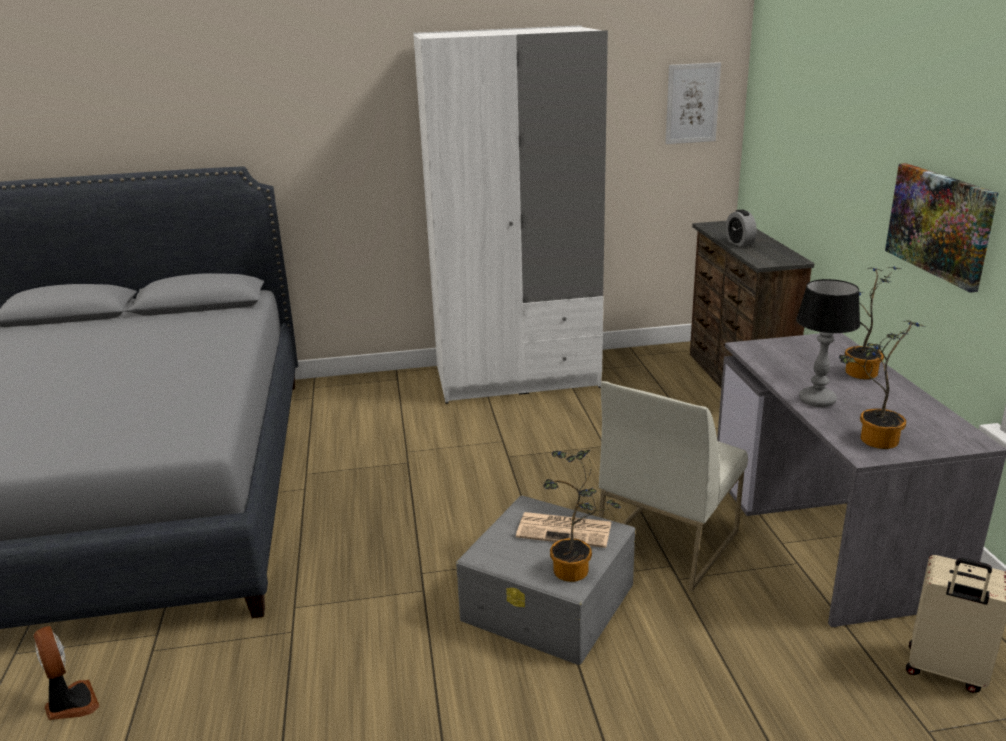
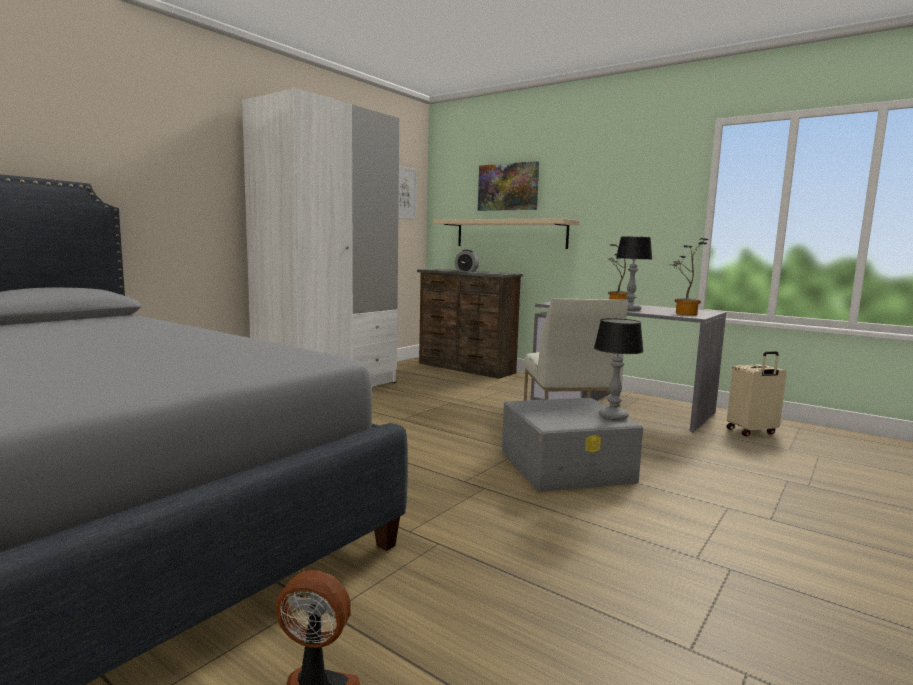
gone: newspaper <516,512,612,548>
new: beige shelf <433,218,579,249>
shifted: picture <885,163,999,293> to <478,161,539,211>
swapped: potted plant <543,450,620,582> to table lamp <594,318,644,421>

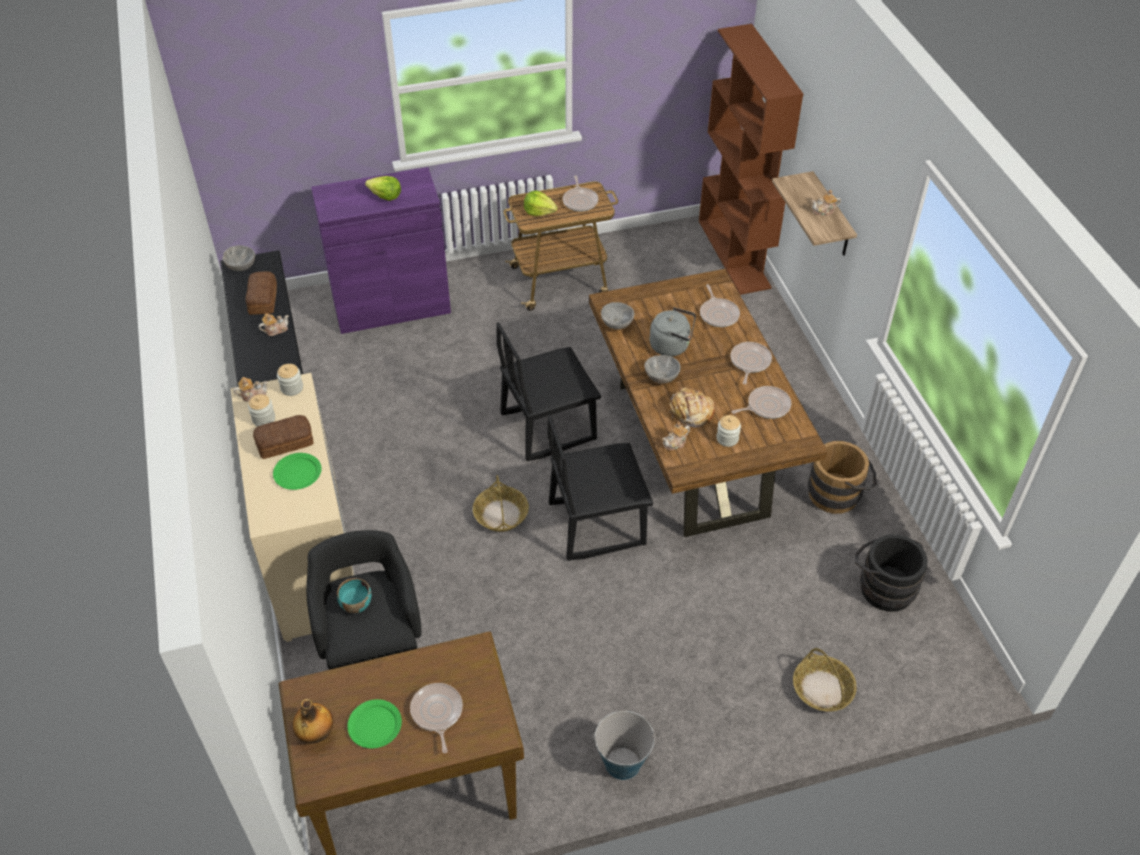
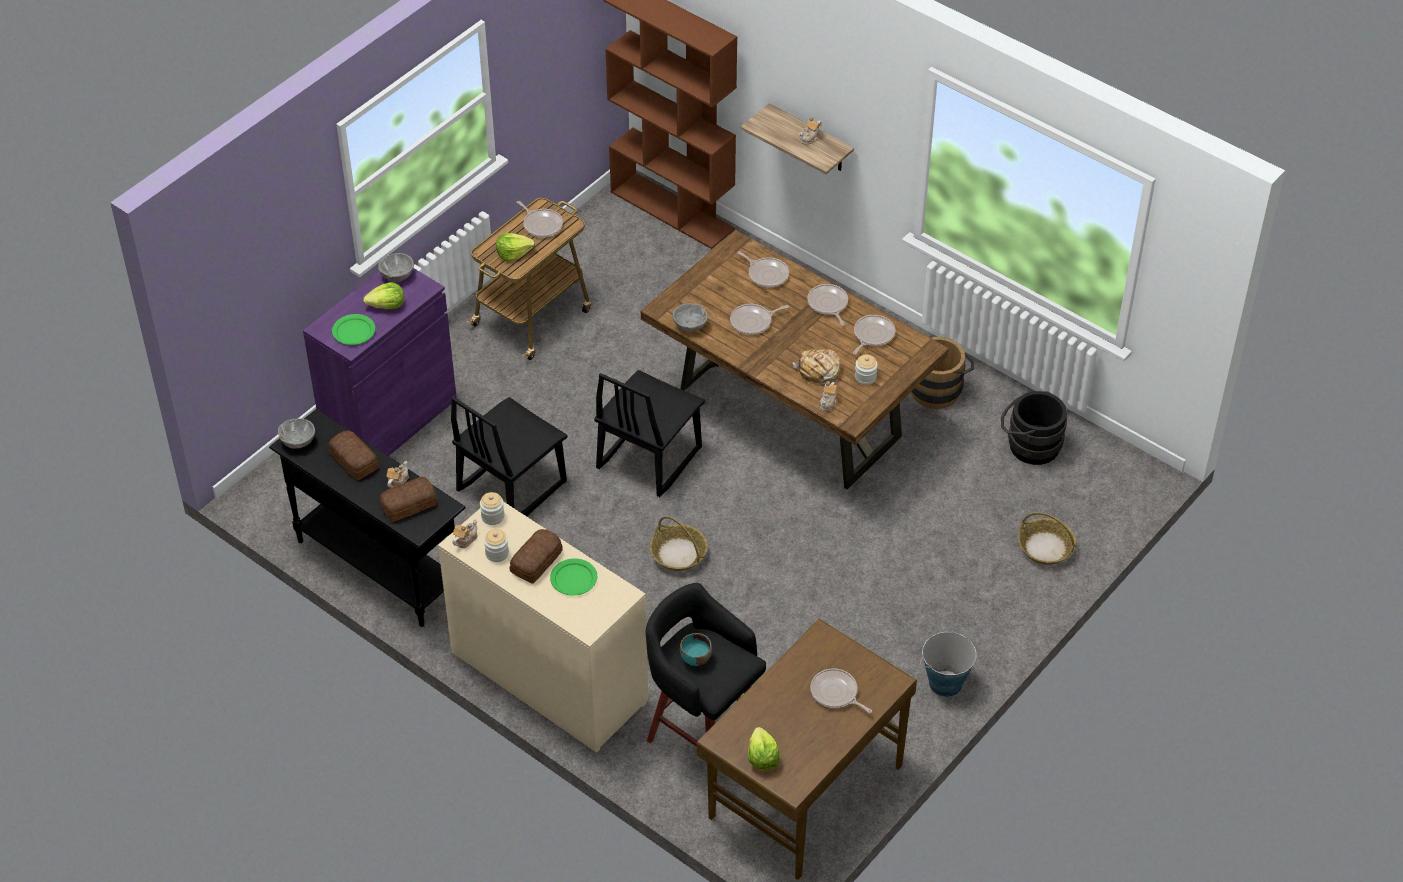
new: bread <380,477,437,522>
shifted: grey bowl <644,355,681,384> to <378,253,414,282>; black chair <547,414,653,561> to <451,397,567,516>; green plate <347,699,402,748> to <332,314,375,345>
swapped: grey kettle <650,307,696,356> to frying pan <730,304,789,335>; bottle <293,699,333,744> to lettuce <748,727,780,770>

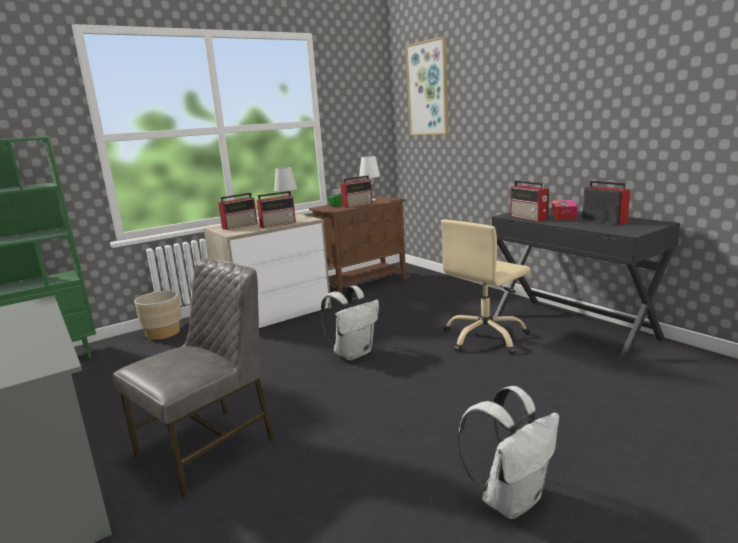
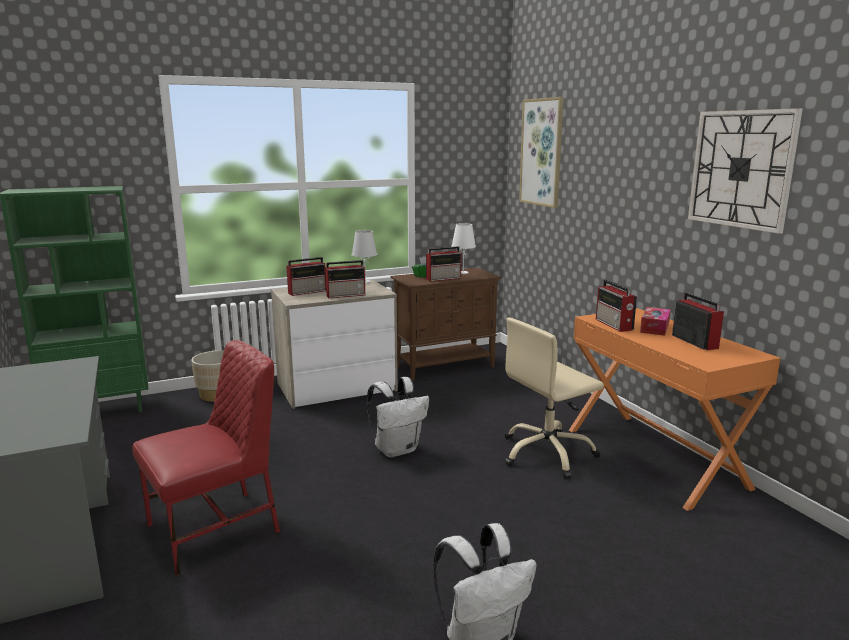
new: wall clock <688,108,803,234>
repainted: black desk <492,208,680,363> to orange desk <569,308,781,511>; grey chair <113,258,275,498> to red chair <132,340,280,576>

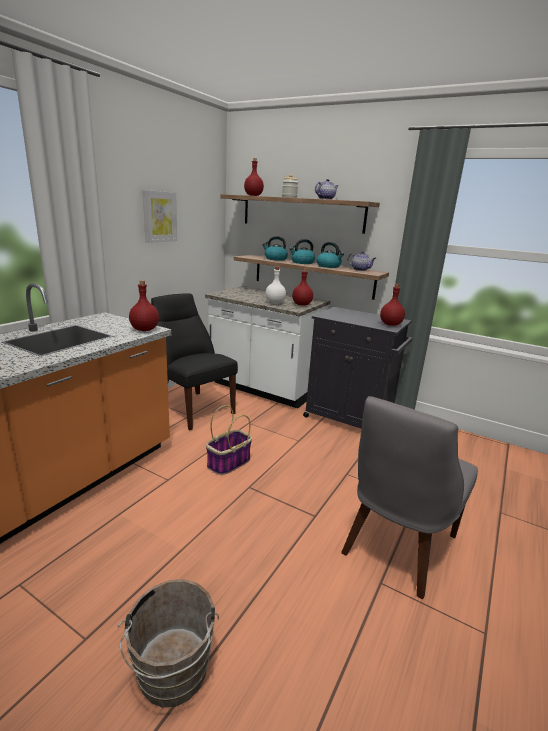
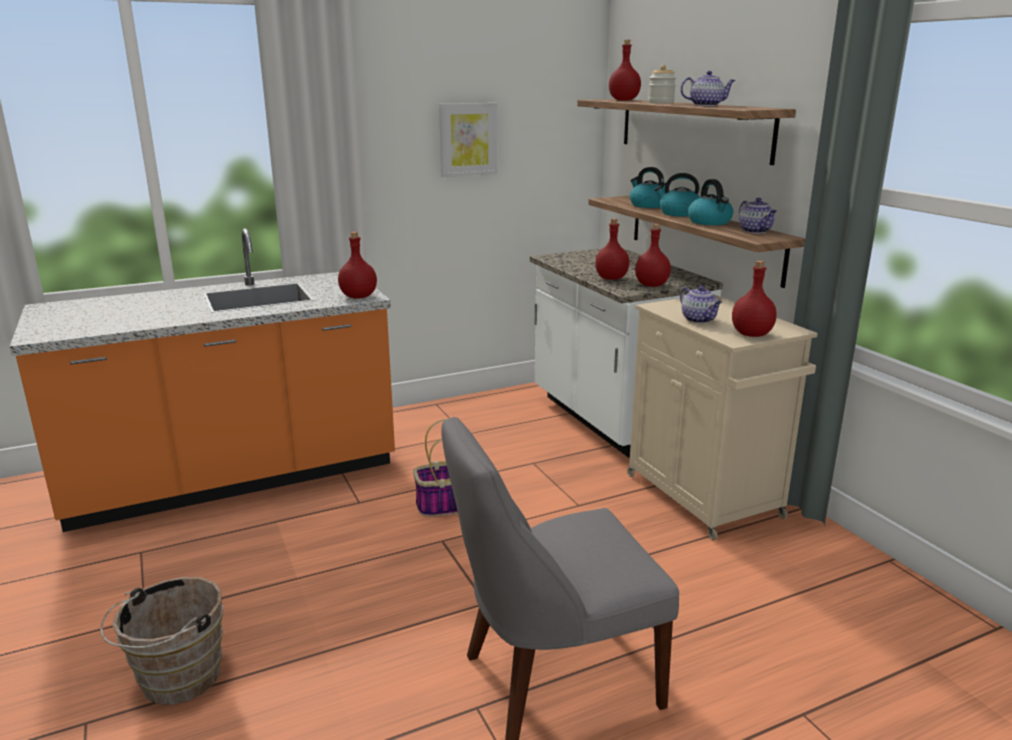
gone: black chair <151,293,238,430>
new: teapot <680,286,722,323>
repainted: white bottle <265,267,286,304> to red bottle <595,219,629,280>; black cabinet <303,307,412,429> to beige cabinet <627,294,818,540>

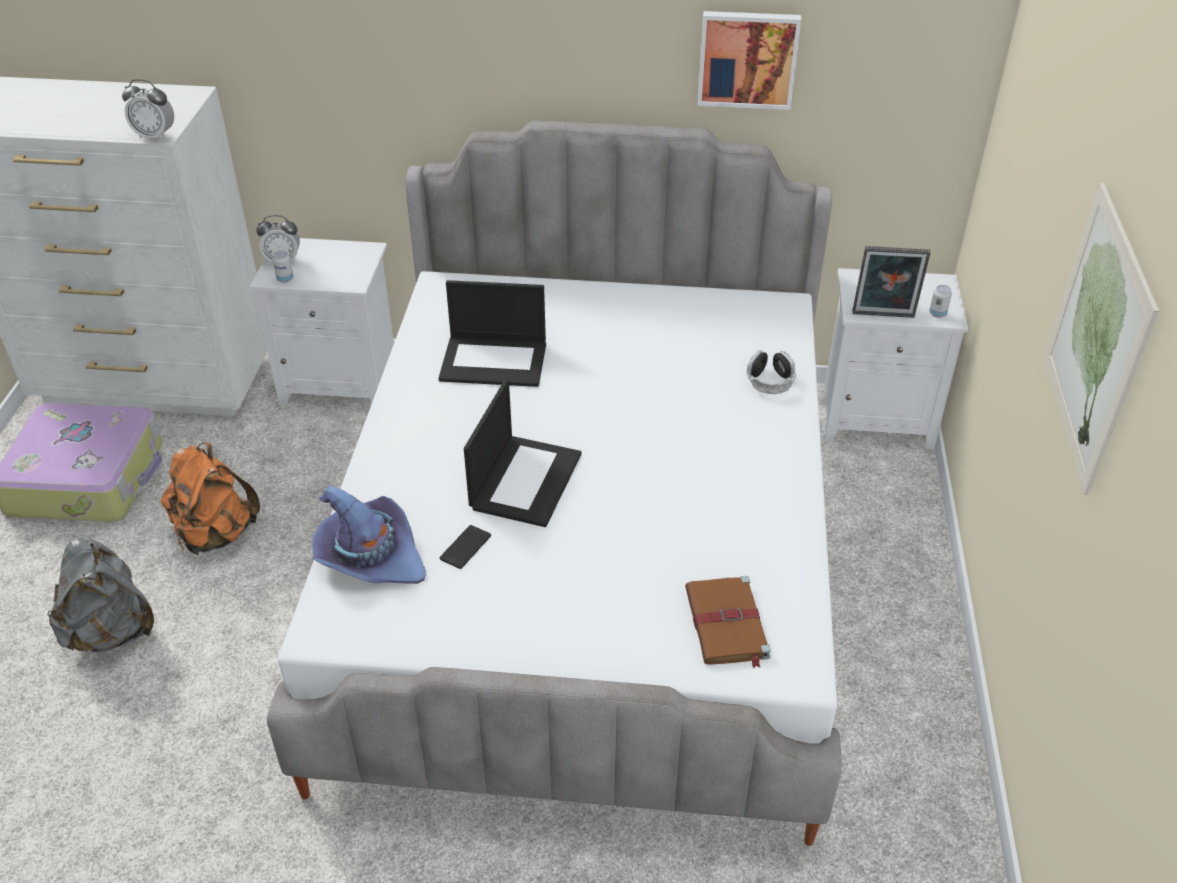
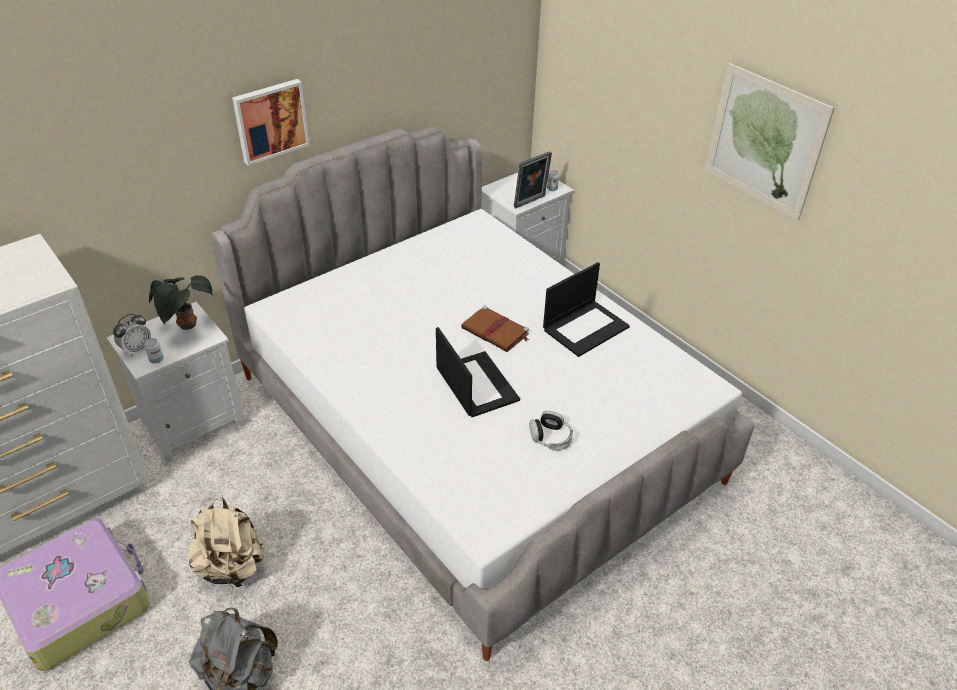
gone: alarm clock <122,79,174,141>; purple hat <312,486,426,584>; phone <440,525,491,569>
new: potted plant <149,275,213,330>
shifted: picture <697,11,801,110> to <232,79,310,166>; laptop <438,280,546,387> to <543,262,630,357>; headphones <747,350,796,394> to <529,411,573,451>; brown book <685,576,771,669> to <461,306,529,352>
repainted: orange backpack <161,442,260,555> to beige backpack <189,497,264,589>

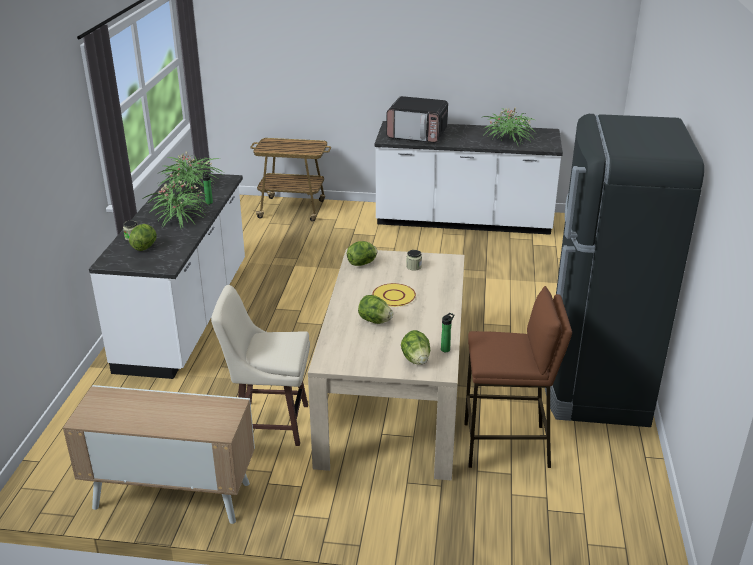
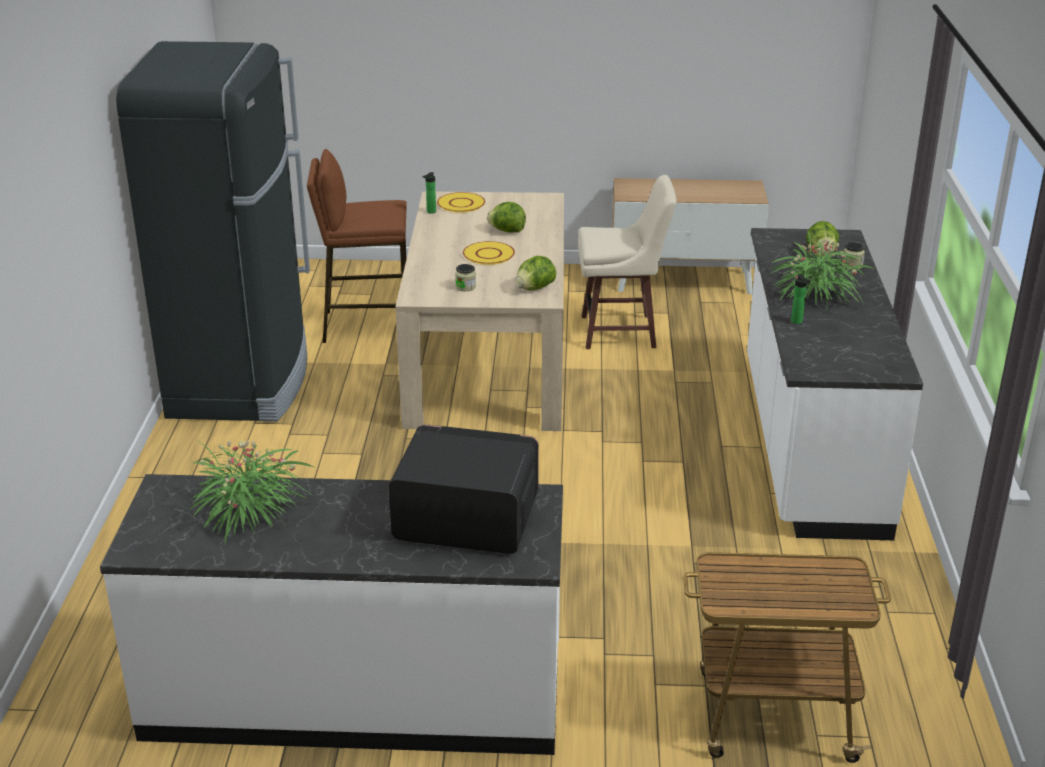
gone: potted plant <157,152,225,193>
swapped: lettuce <401,330,430,365> to yellow plate <437,192,485,213>

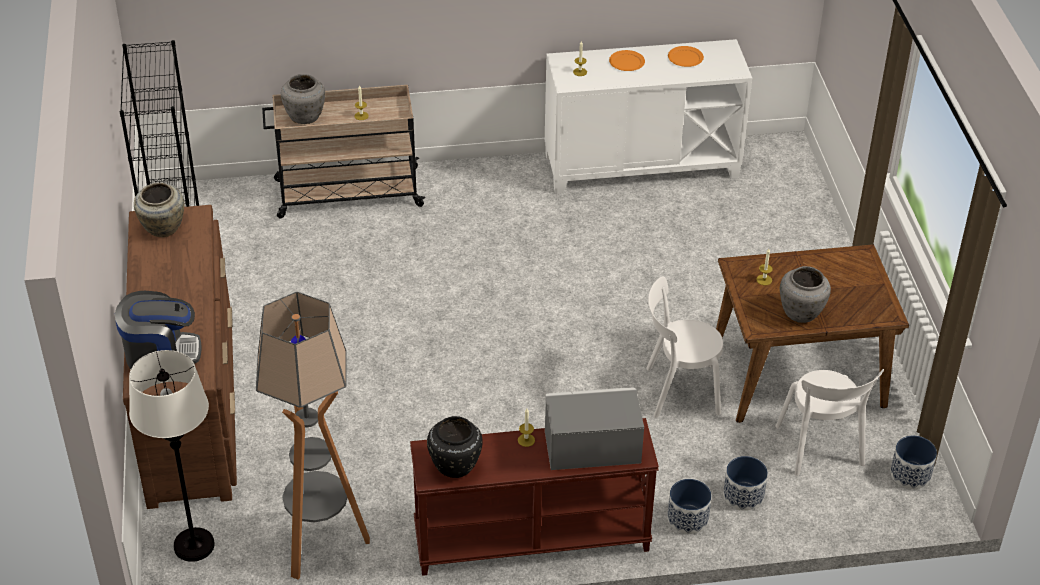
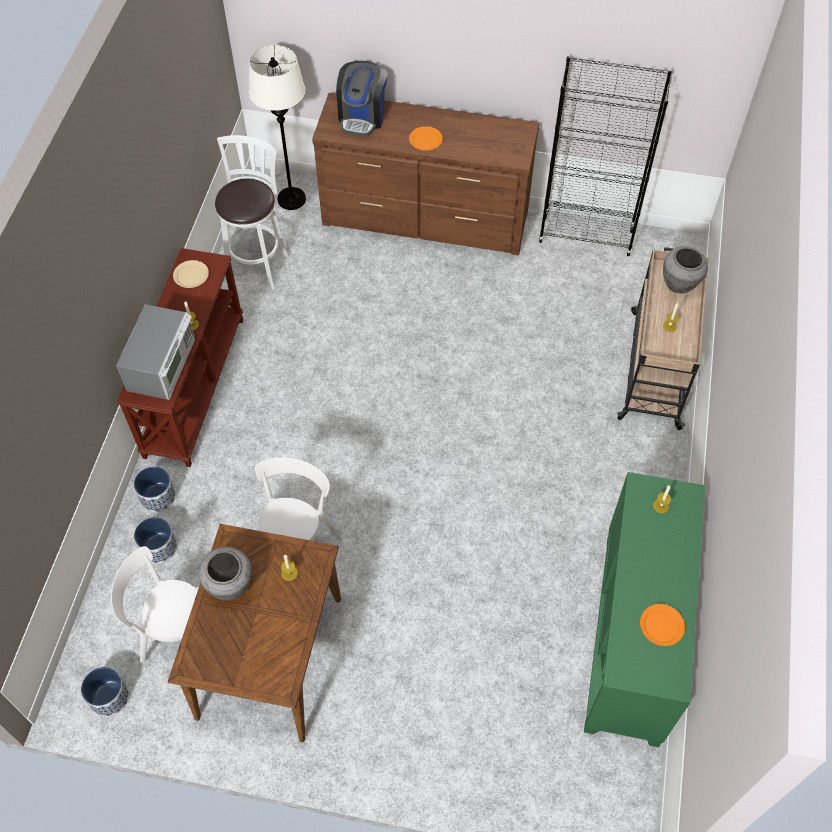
gone: beige vase <134,183,184,237>
shifted: orange plate <609,50,645,71> to <409,126,443,150>
swapped: floor lamp <256,292,370,580> to white stool <215,135,289,290>; black vase <427,416,483,478> to beige plate <173,260,209,288>
repainted: white cabinet <545,39,752,194> to green cabinet <584,472,706,747>

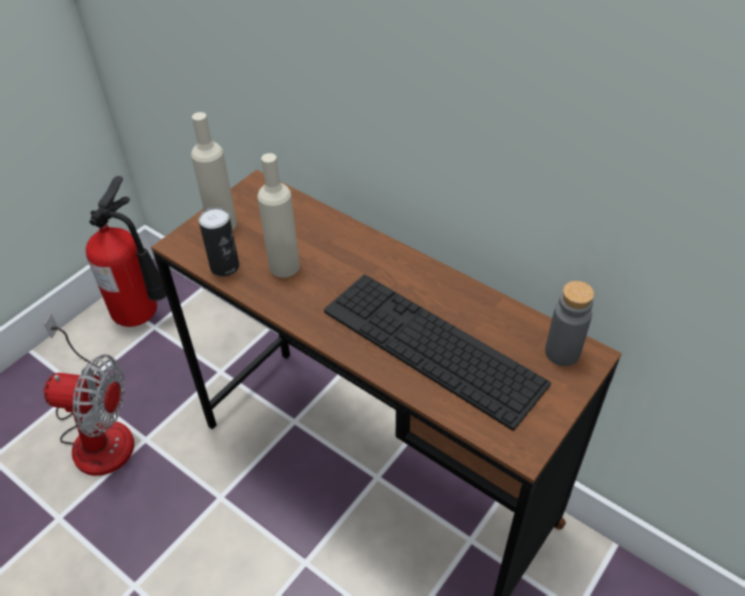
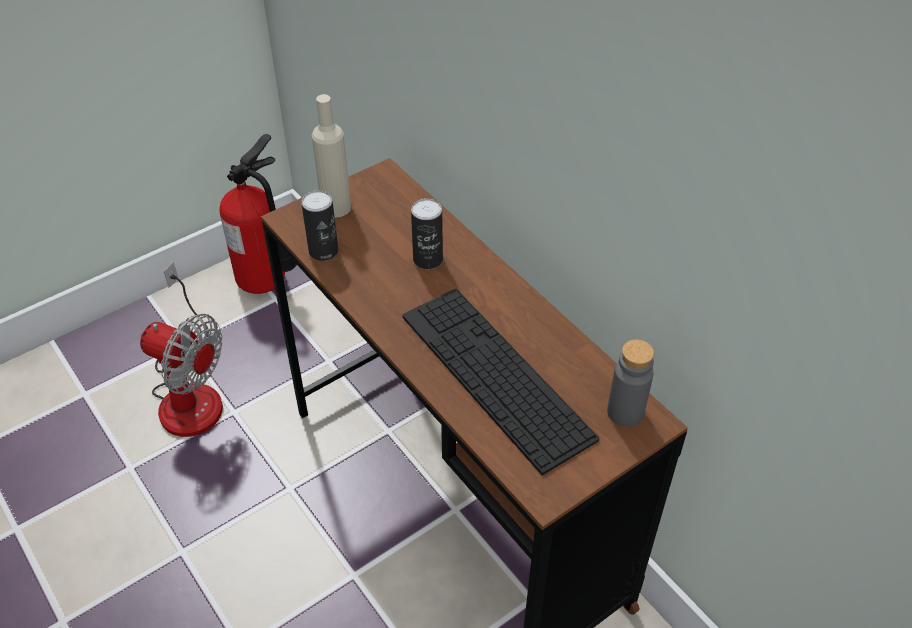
gone: beige bottle <257,153,300,278>
new: can <411,198,443,269>

